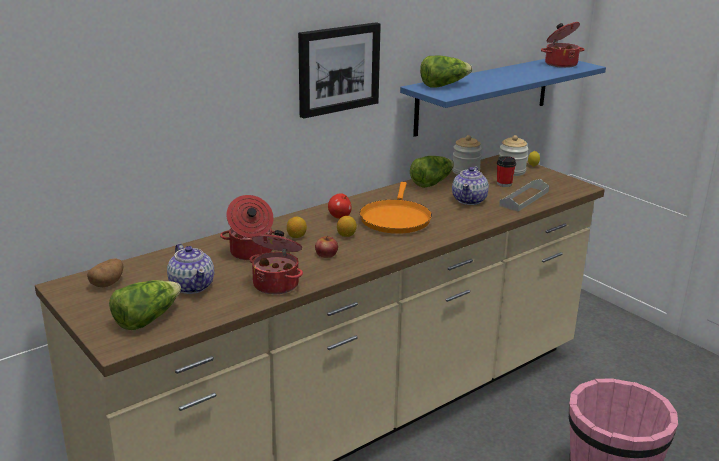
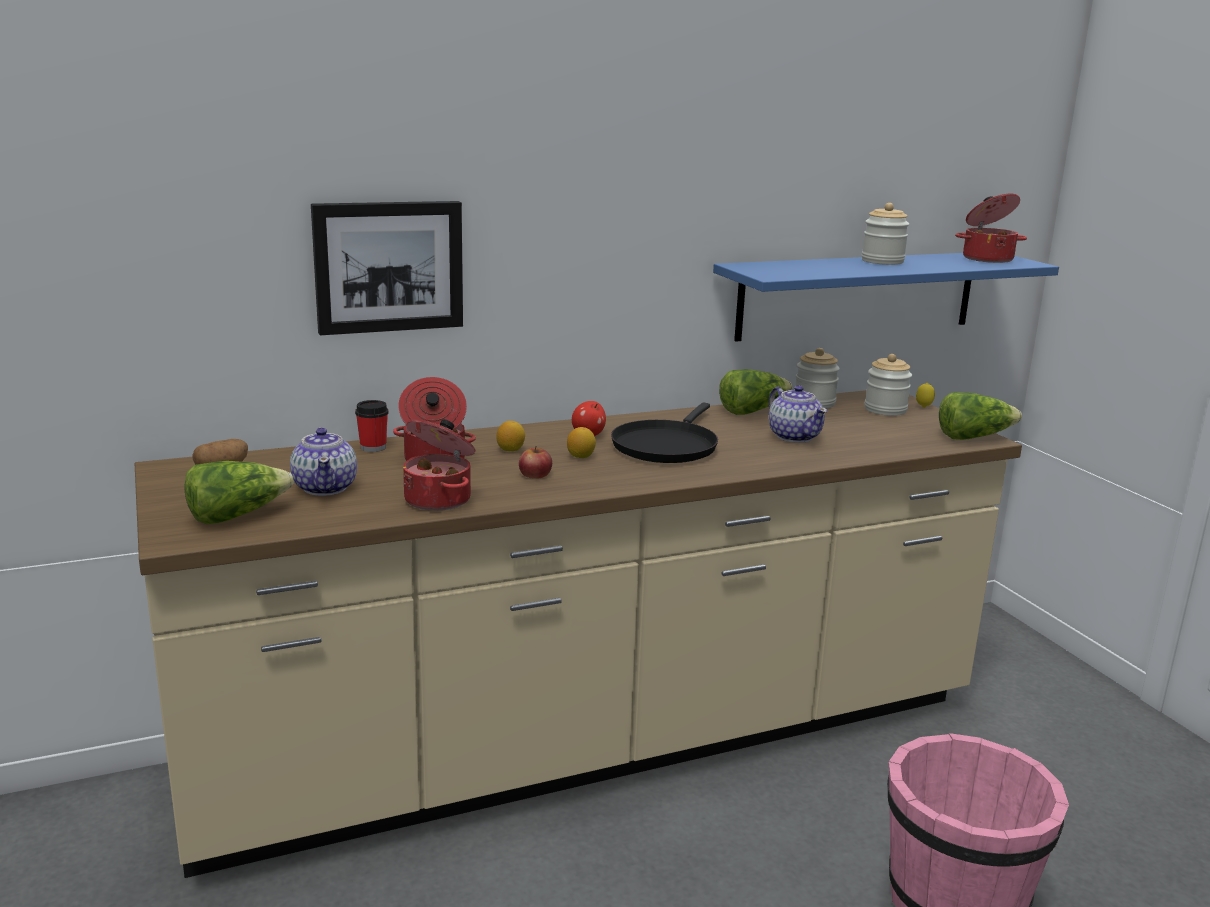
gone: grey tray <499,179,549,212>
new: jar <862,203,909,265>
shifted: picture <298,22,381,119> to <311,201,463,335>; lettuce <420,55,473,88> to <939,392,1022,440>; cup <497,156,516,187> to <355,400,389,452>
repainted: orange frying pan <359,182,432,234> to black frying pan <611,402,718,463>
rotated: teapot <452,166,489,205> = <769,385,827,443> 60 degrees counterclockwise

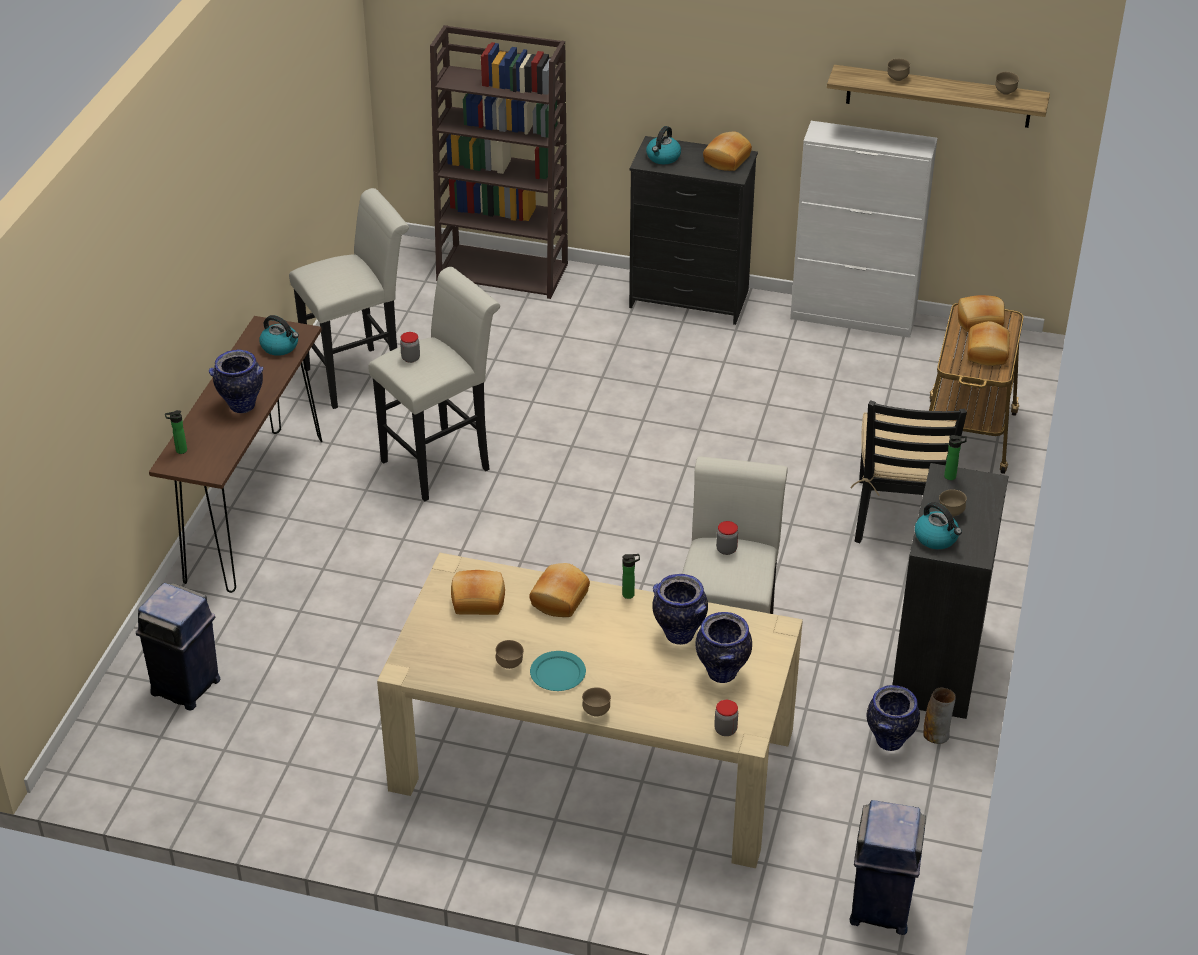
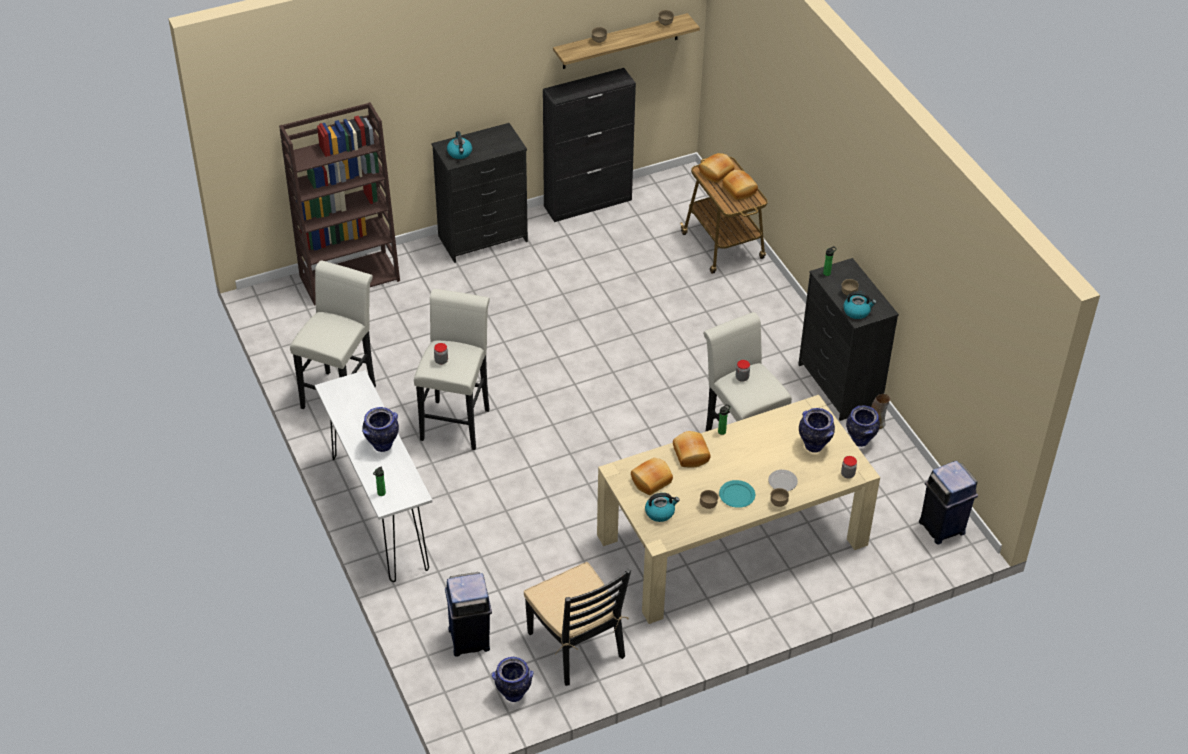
gone: bread <703,132,752,171>
new: plate <768,470,798,491>
shifted: kettle <260,315,299,356> to <645,493,680,522>; black chair <850,400,967,543> to <524,562,631,686>; vase <652,574,708,645> to <492,657,534,702>
repainted: white cabinet <790,121,938,338> to black cabinet <543,68,636,222>; brown console table <149,316,322,593> to white console table <315,370,432,582>

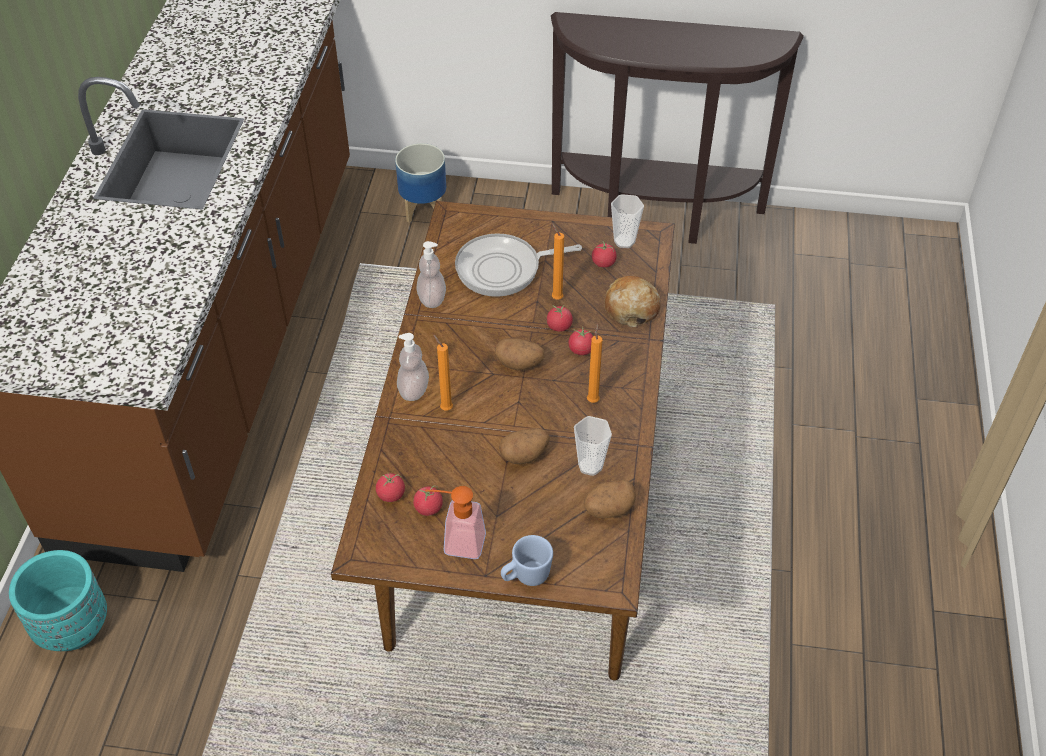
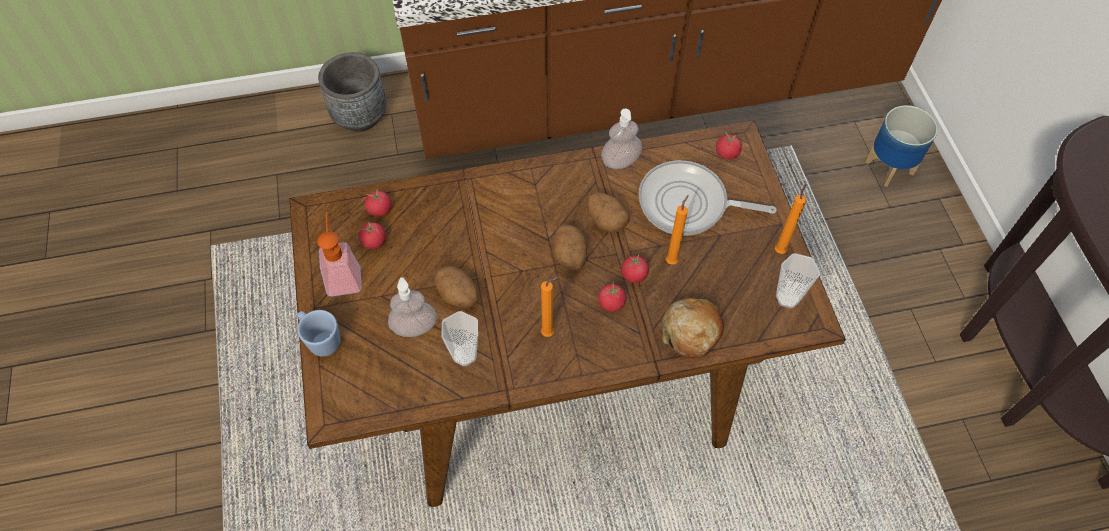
shifted: tomato <592,241,617,268> to <716,132,742,159>; soap dispenser <397,333,429,401> to <388,277,436,337>; orange candle <433,334,453,411> to <775,183,806,254>; potato <584,480,636,518> to <587,192,630,232>
repainted: turquoise planter <9,550,107,651> to grey planter <318,52,387,132>
rotated: frying pan <455,233,582,297> = <638,160,777,236> 45 degrees counterclockwise

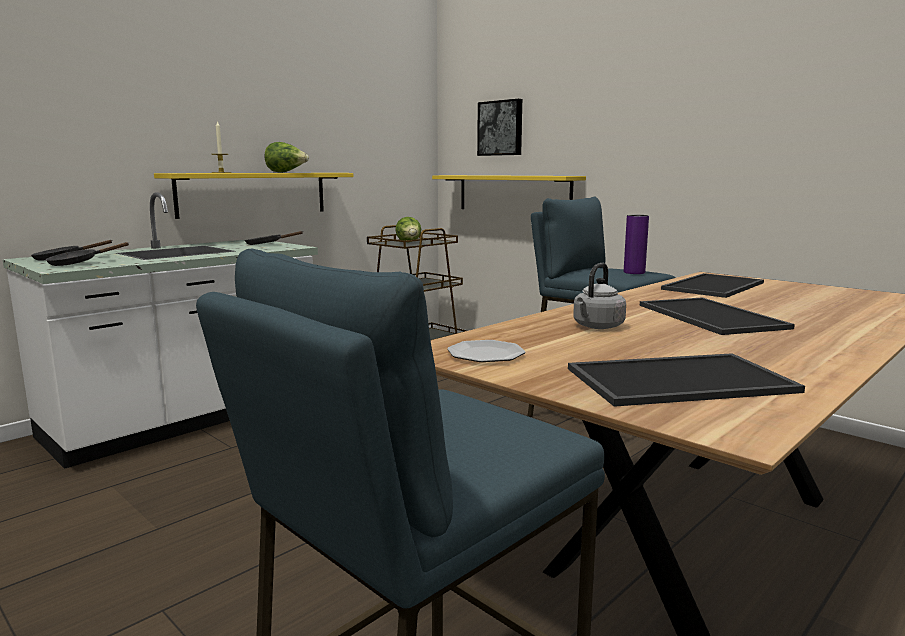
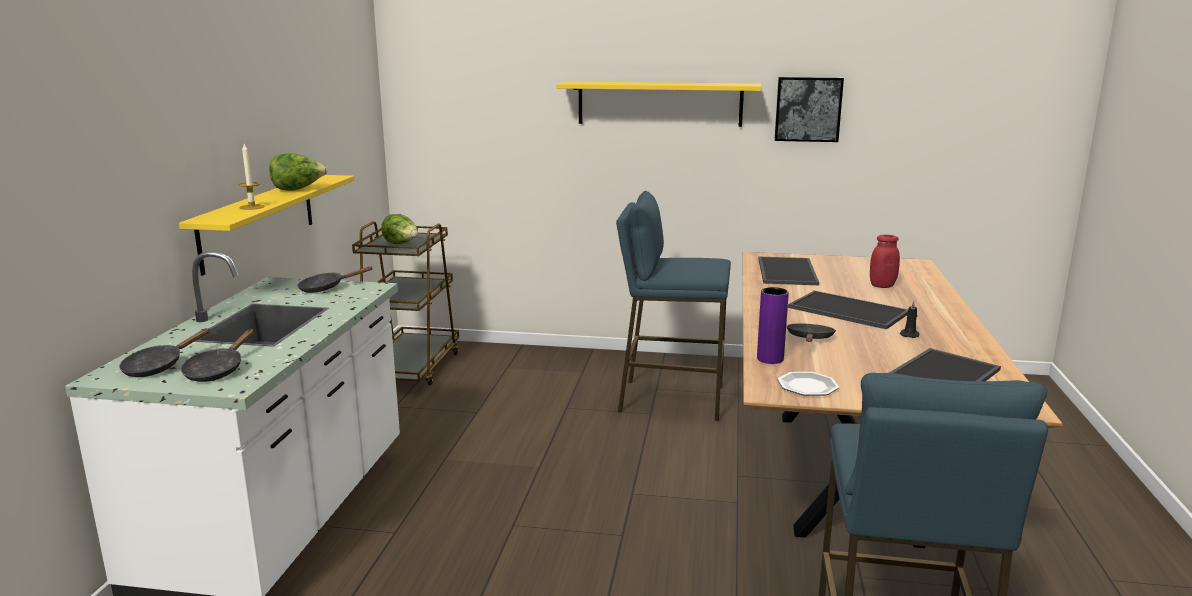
new: red jar <870,235,900,288>; black candle <900,301,919,338>
shifted: picture <477,99,522,156> to <774,77,844,142>; yellow shelf <432,175,586,209> to <556,81,761,127>; purple vase <624,215,649,274> to <757,287,789,364>
swapped: grey kettle <573,263,626,329> to black frying pan <786,323,836,342>

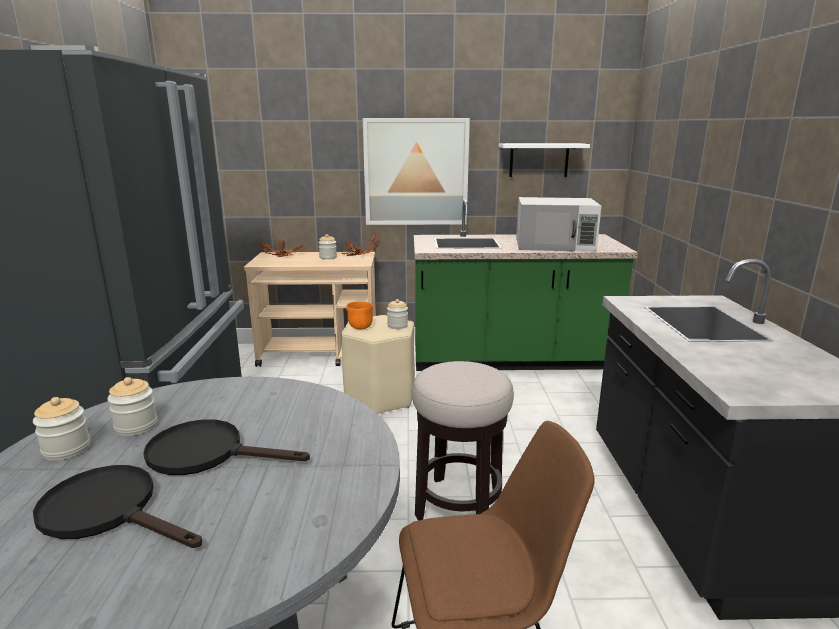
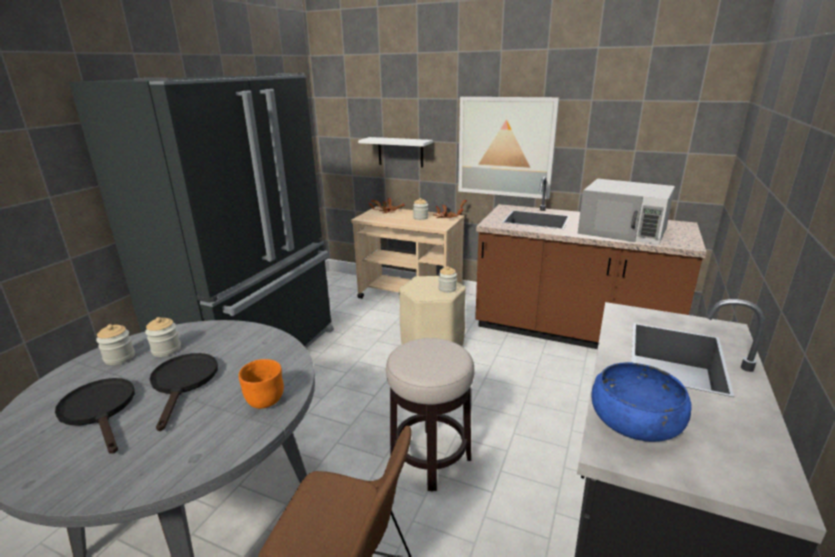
new: blue bowl <592,362,692,442>
shifted: white shelf <499,143,590,177> to <358,137,433,168>; orange bowl <346,301,373,330> to <239,359,284,409>
repainted: green counter <414,199,638,371> to brown counter <475,177,706,349>
rotated: black frying pan <143,419,310,475> = <150,353,218,431> 45 degrees clockwise

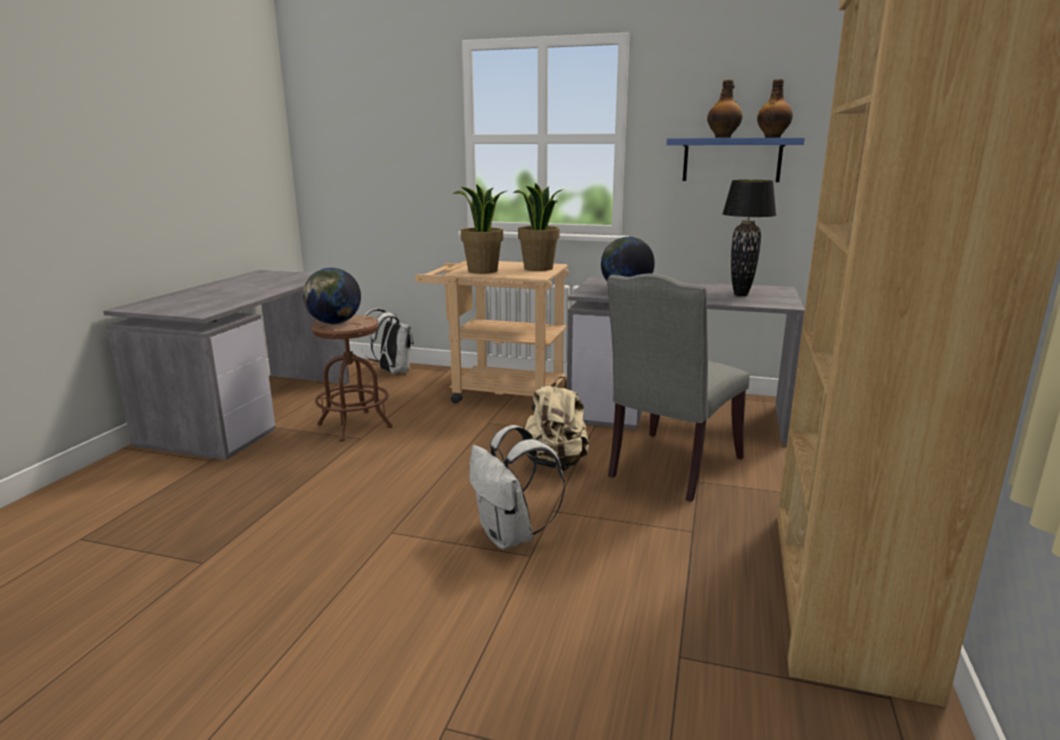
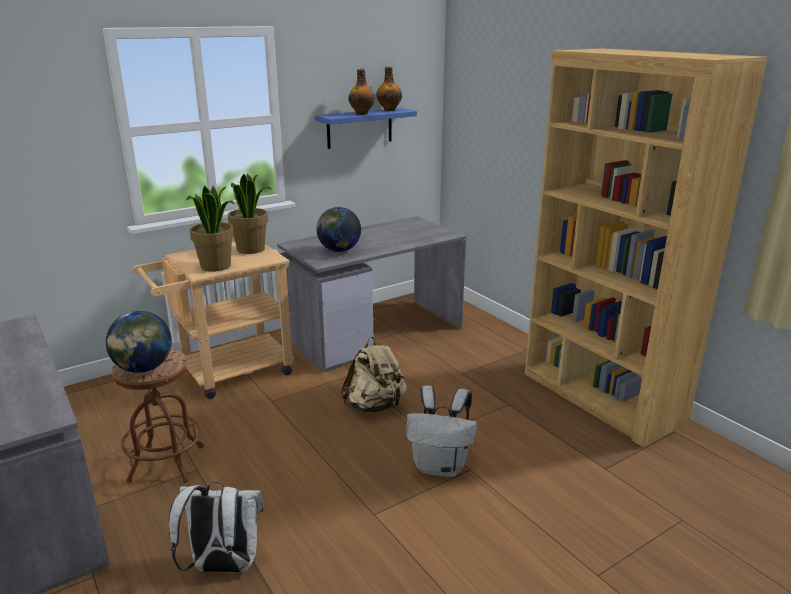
gone: black table lamp <722,180,776,296>; grey chair <607,274,750,502>
shifted: white backpack <358,309,414,374> to <169,482,264,573>

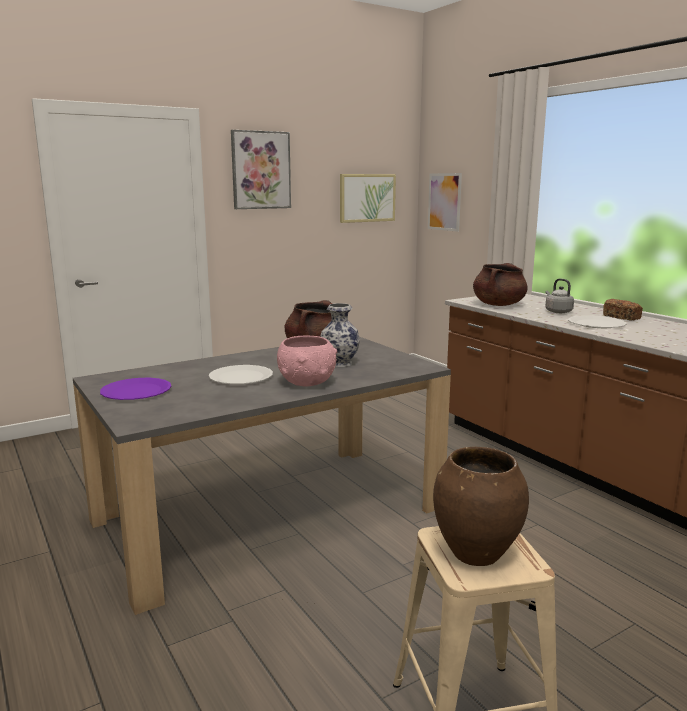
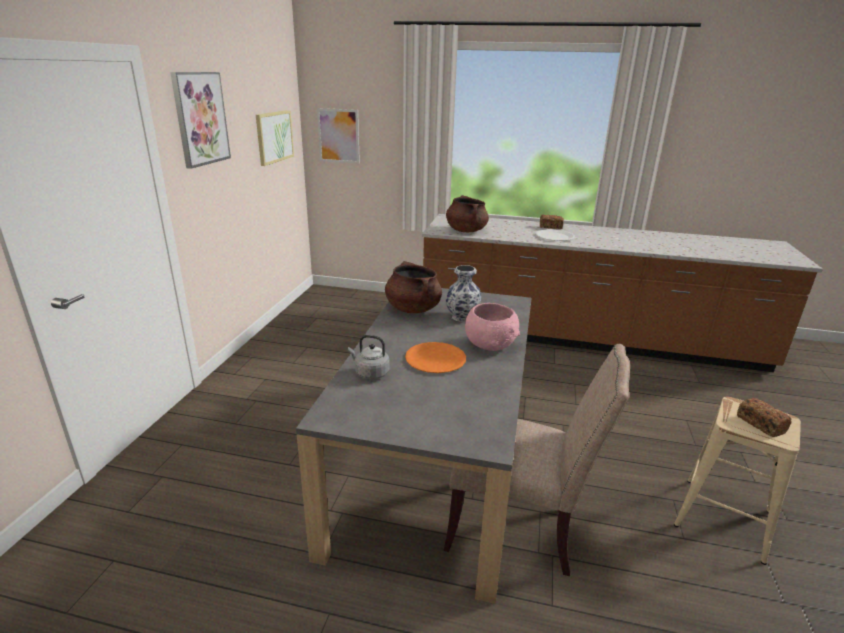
gone: purple plate <100,378,171,400>
new: beige chair <443,344,630,576>
shifted: grey kettle <545,279,574,313> to <348,335,390,380>
swapped: brown vase <433,447,529,566> to bread <737,398,792,437>
repainted: white plate <209,365,273,384> to orange plate <405,342,466,373>

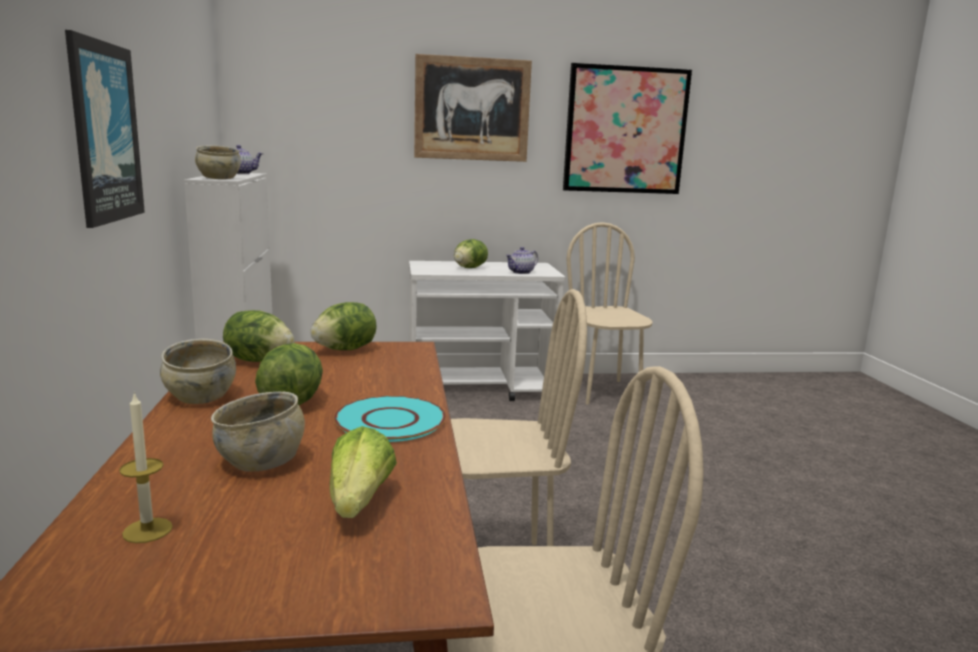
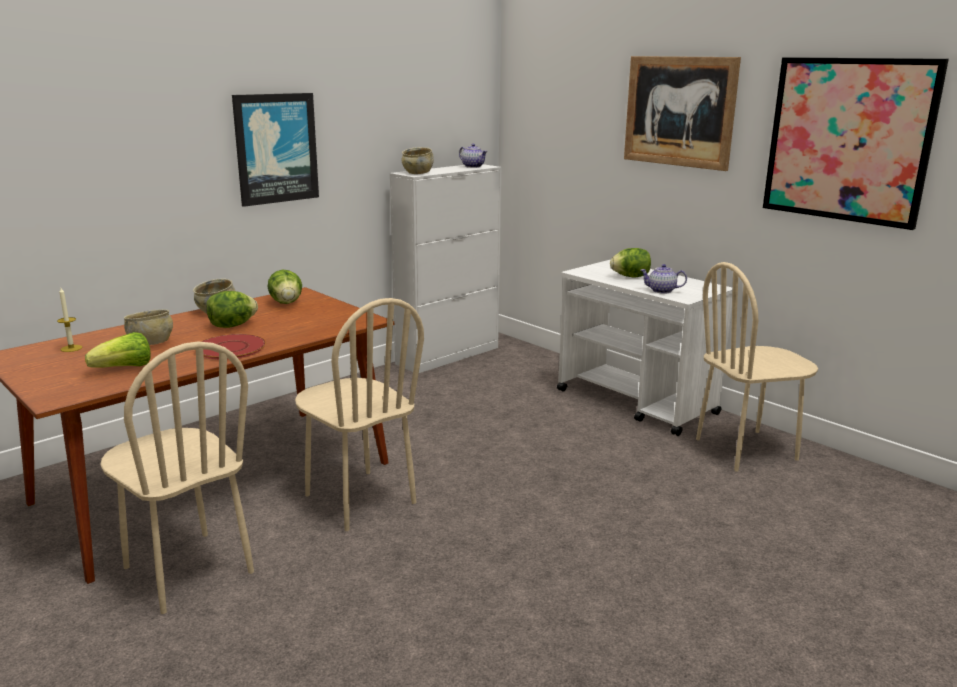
gone: lettuce <310,302,377,350>
repainted: turquoise plate <334,396,446,442> to red plate <195,334,266,359>
rotated: beige chair <566,222,652,405> = <696,262,818,472> 150 degrees counterclockwise

